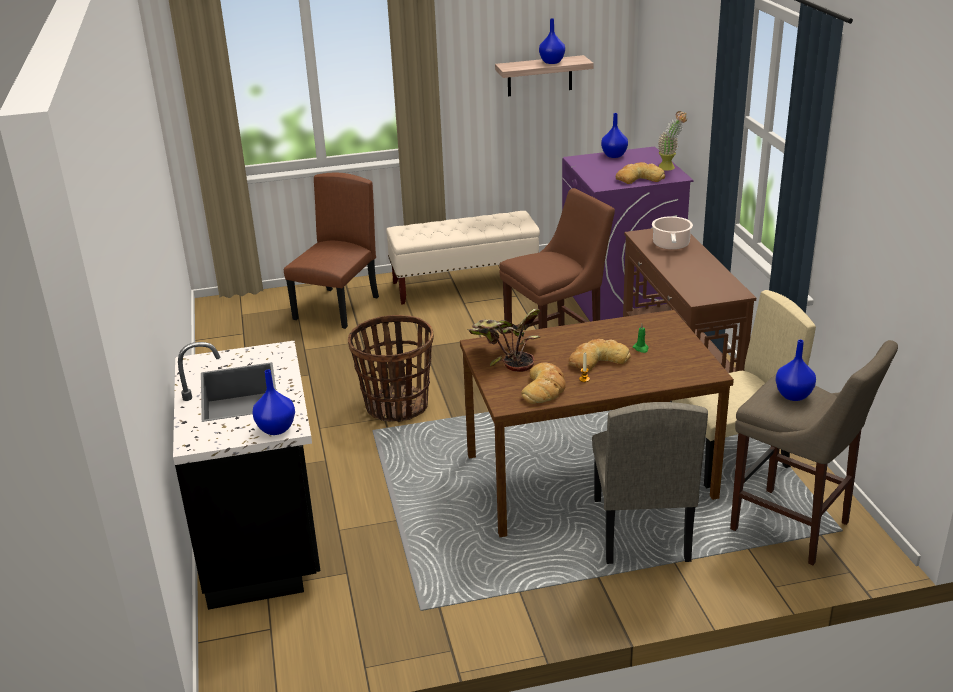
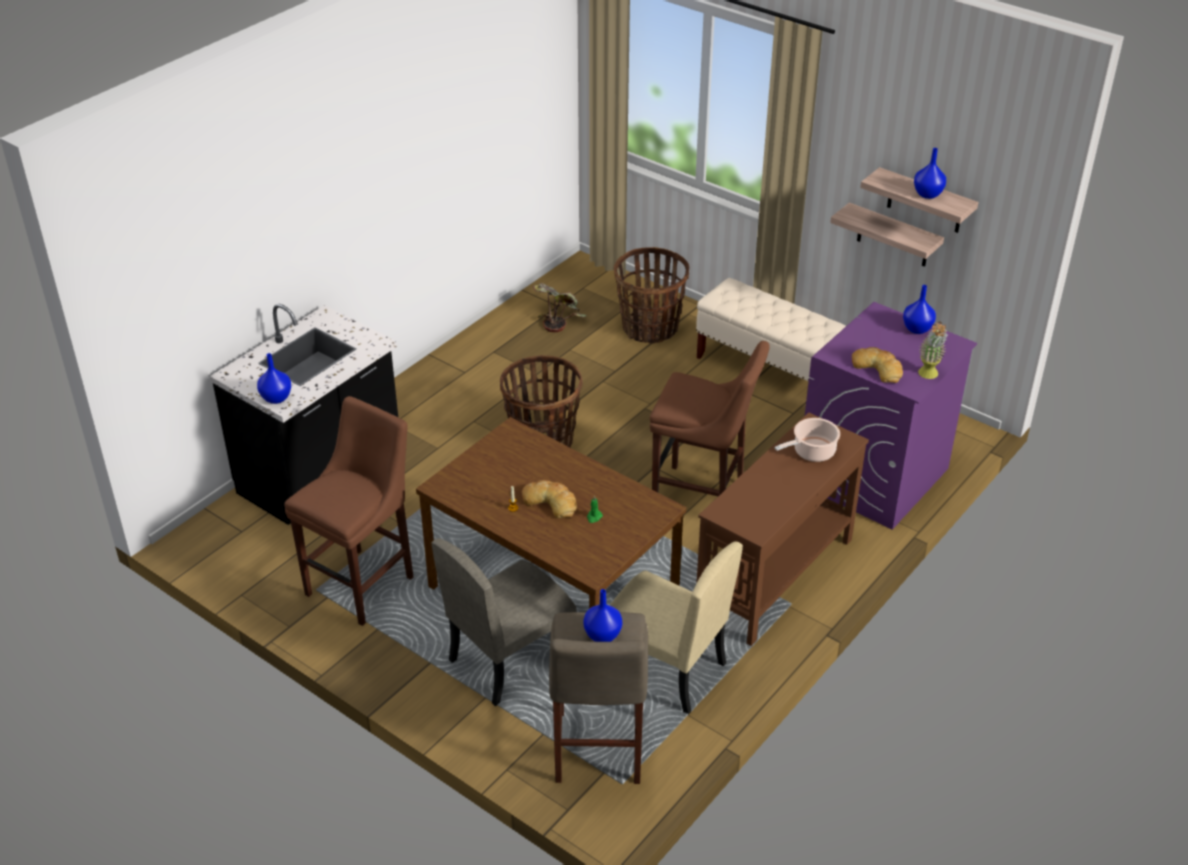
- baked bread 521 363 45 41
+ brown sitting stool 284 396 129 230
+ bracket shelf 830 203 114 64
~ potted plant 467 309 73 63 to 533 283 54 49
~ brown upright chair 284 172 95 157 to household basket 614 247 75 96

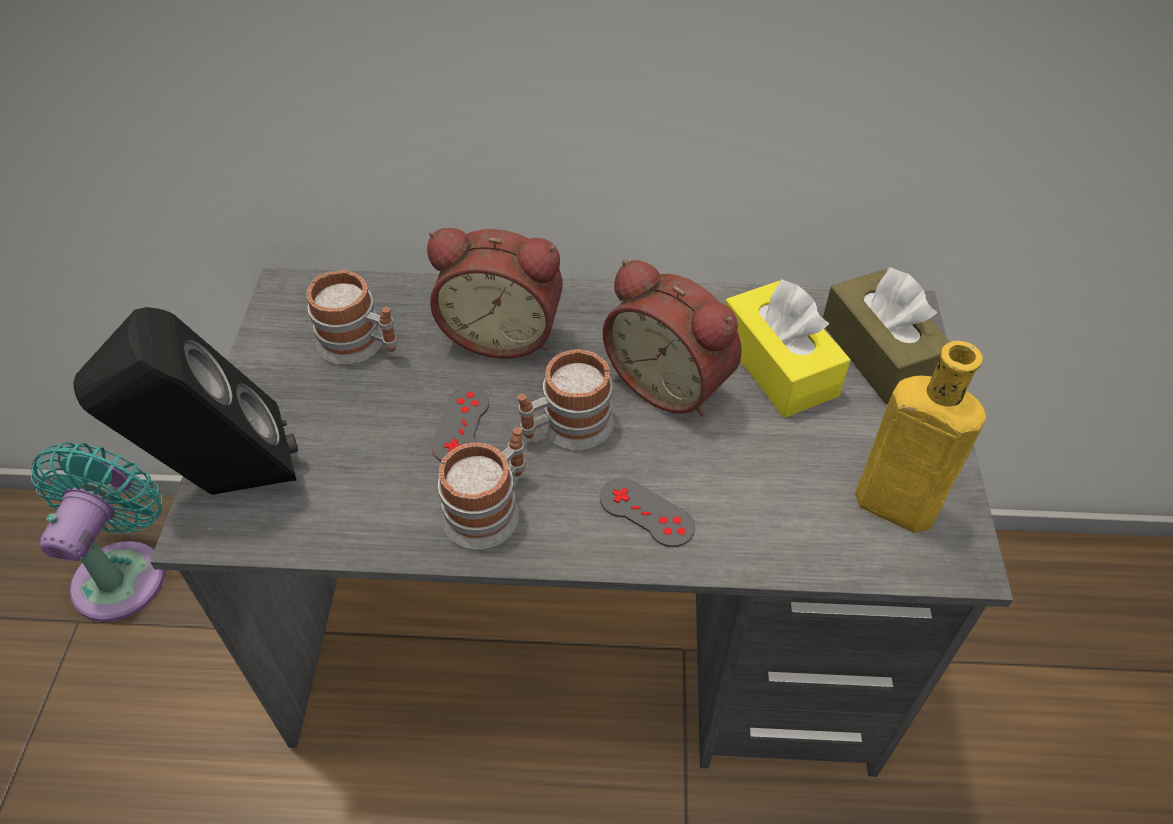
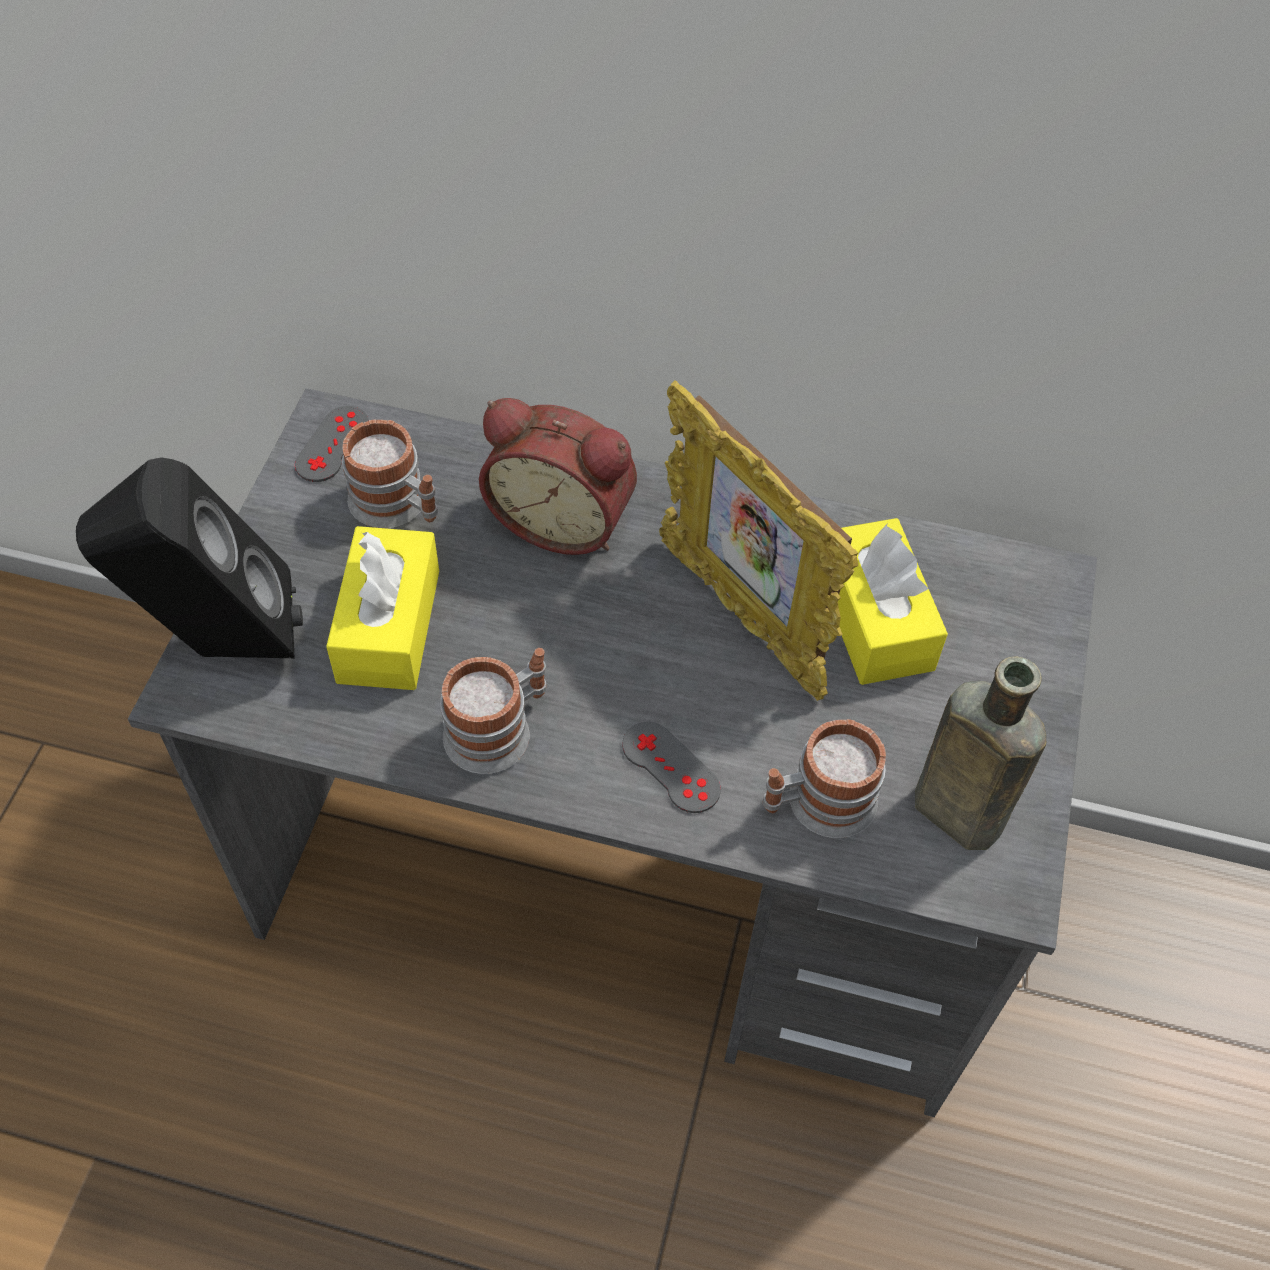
- turquoise-coloured electric fan 31 442 134 180
- brown box of tissues 823 266 127 138
+ yellow-coloured box of tissues 326 526 113 164
~ grey joypad 432 387 57 74 to 295 406 74 76
~ coffee mug 518 349 96 101 to 762 719 124 119
~ alarm clock 603 259 139 157 to photo frame 659 381 199 320
~ yellow-coloured bottle 855 341 131 192 to brown bottle 915 657 131 193

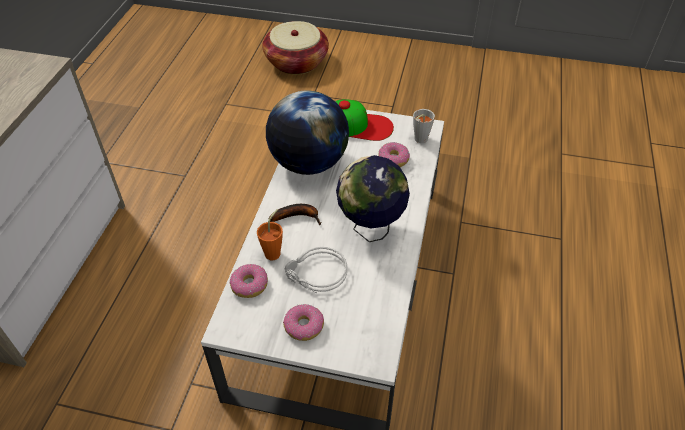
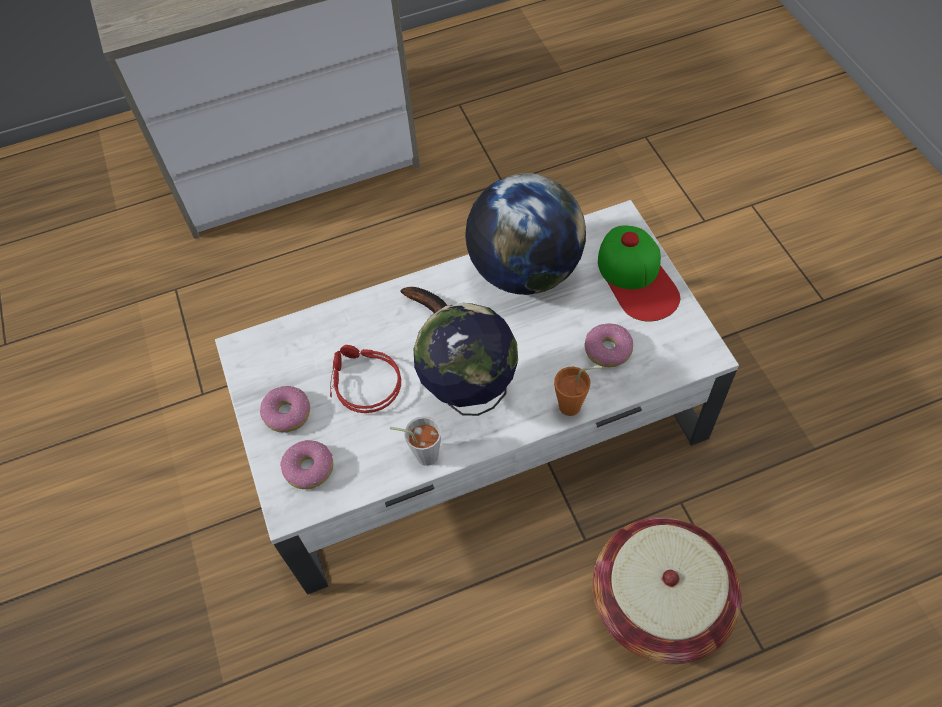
~ doughnut 230 264 38 34 to 280 440 53 49
~ orange small cup 257 209 26 51 to 554 366 48 50
~ household basket 262 21 67 54 to 592 517 150 147
~ grey small cup 413 109 22 34 to 390 416 51 50
~ grey pair of headphones 285 247 62 46 to reddish pair of headphones 330 345 71 68

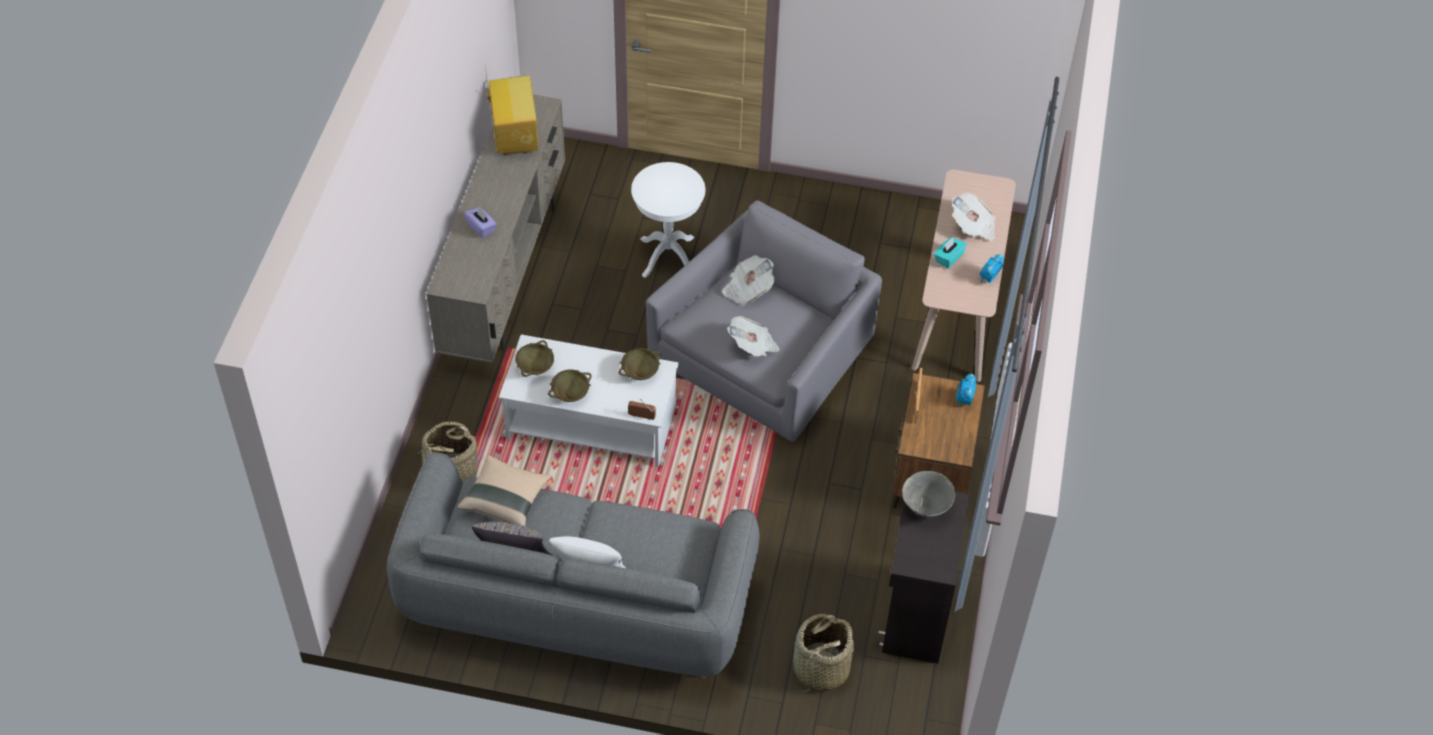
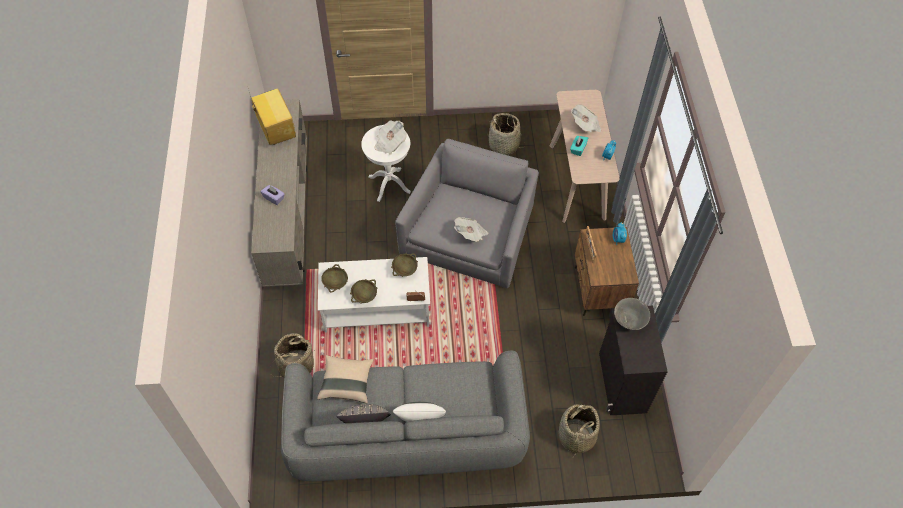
+ household basket 487 113 34 42
~ daily paper 722 255 53 51 to 374 120 33 35

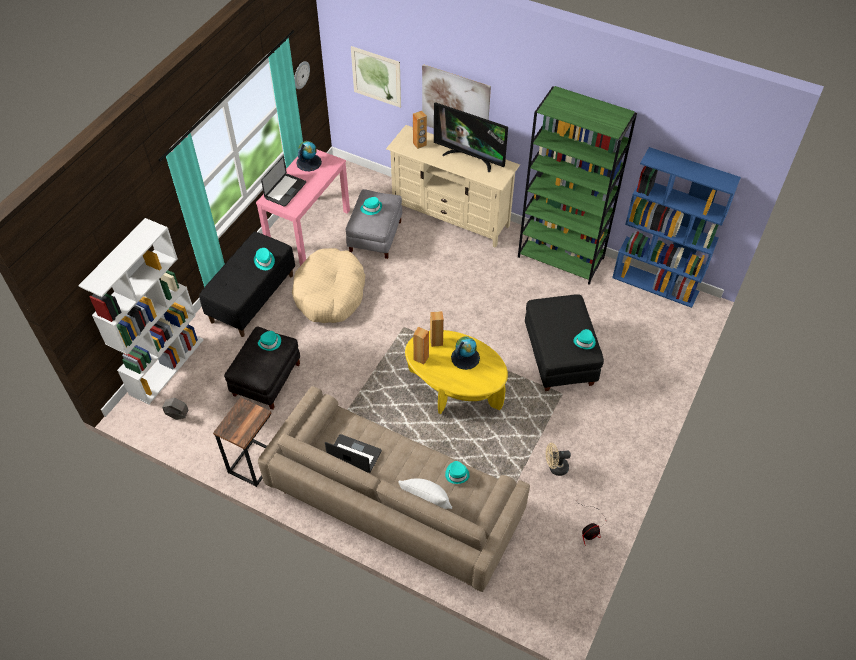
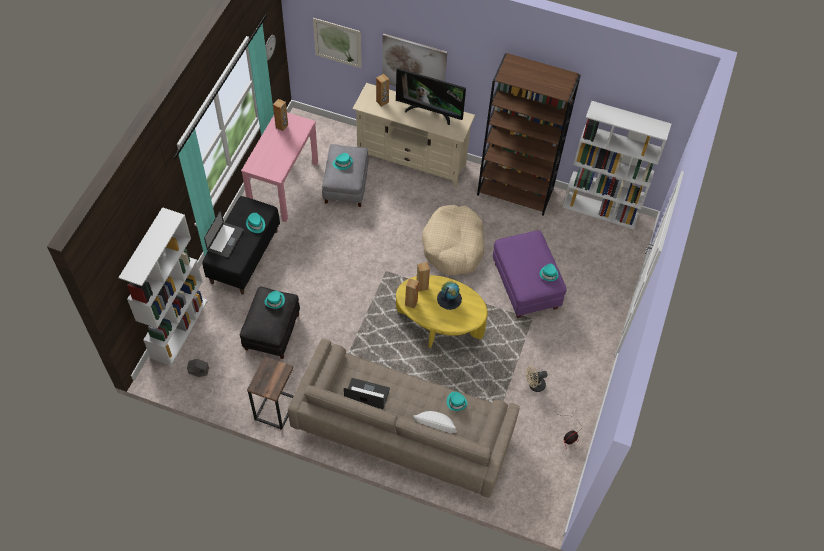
~ portable computer 261 156 45 51 to 204 210 40 48
~ sand-coloured dog cushion 292 248 73 75 to 422 205 62 70
~ world globe 296 141 26 30 to brown loudspeaker 273 99 15 32
~ greenish bookcase 518 86 119 199 to brown bookcase 477 53 104 163
~ blackish pouffe 525 294 79 97 to purple pouffe 492 230 75 88
~ blue-coloured bookcase 612 147 129 161 to white-coloured bookcase 562 101 109 128

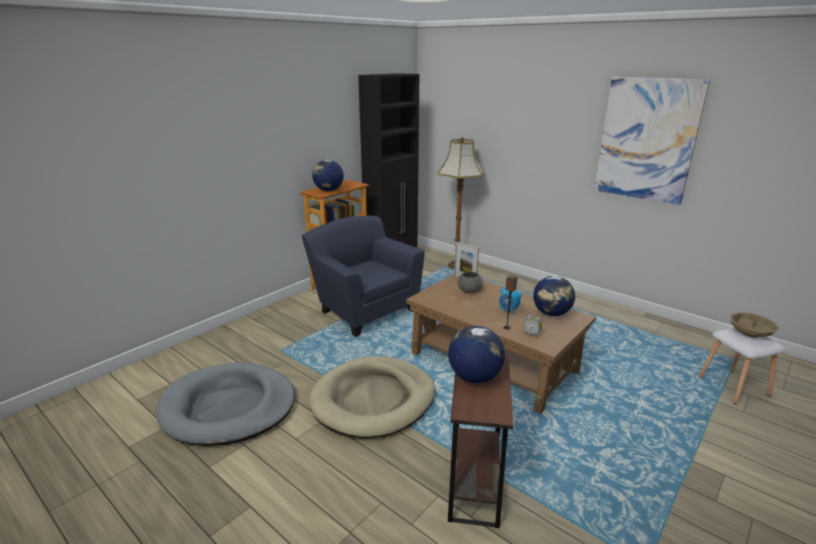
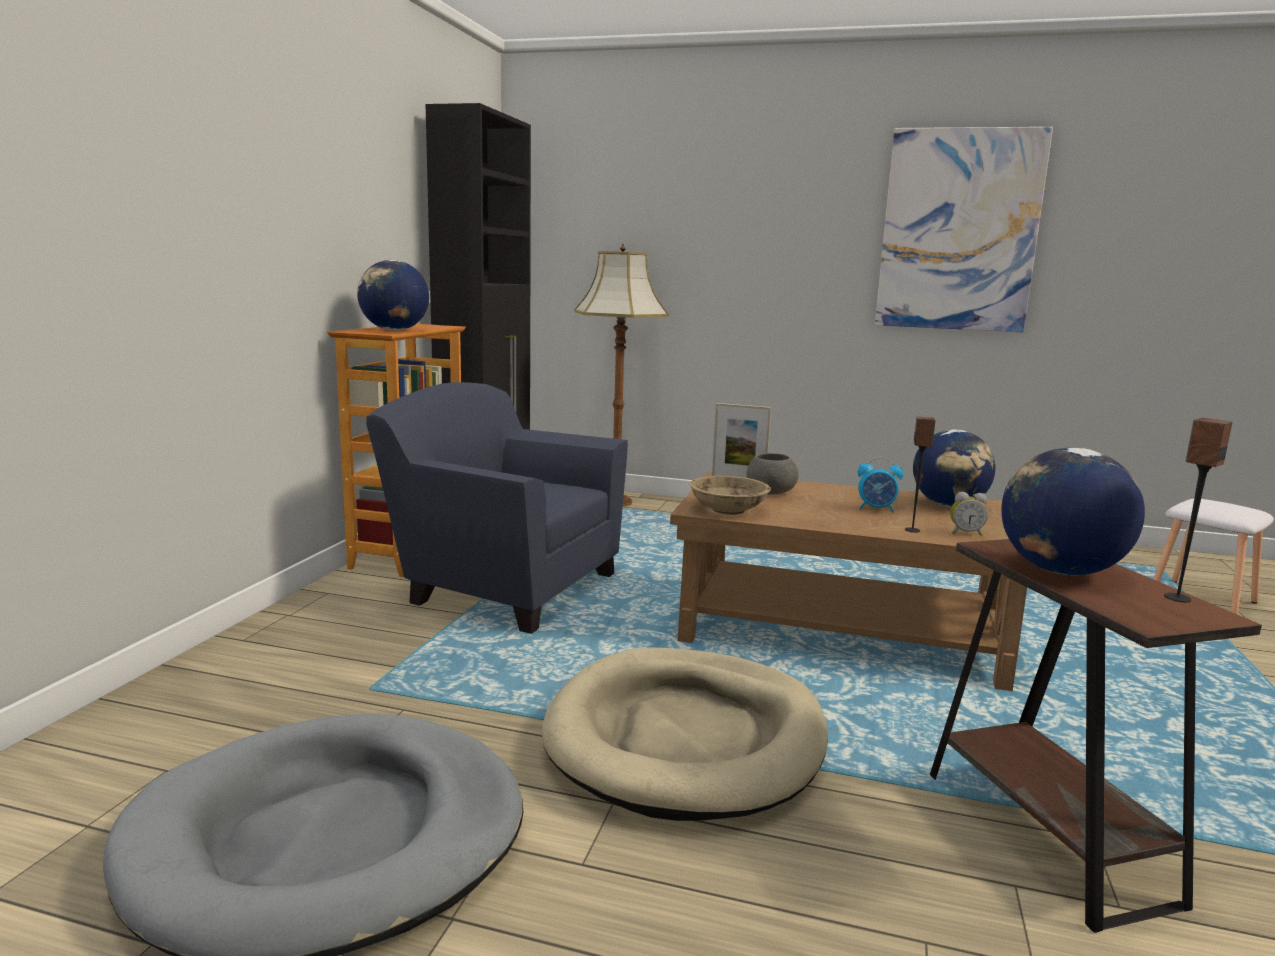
+ loudspeaker 1164 418 68 185
~ sand-coloured bowl 730 312 49 26 to 689 476 82 39

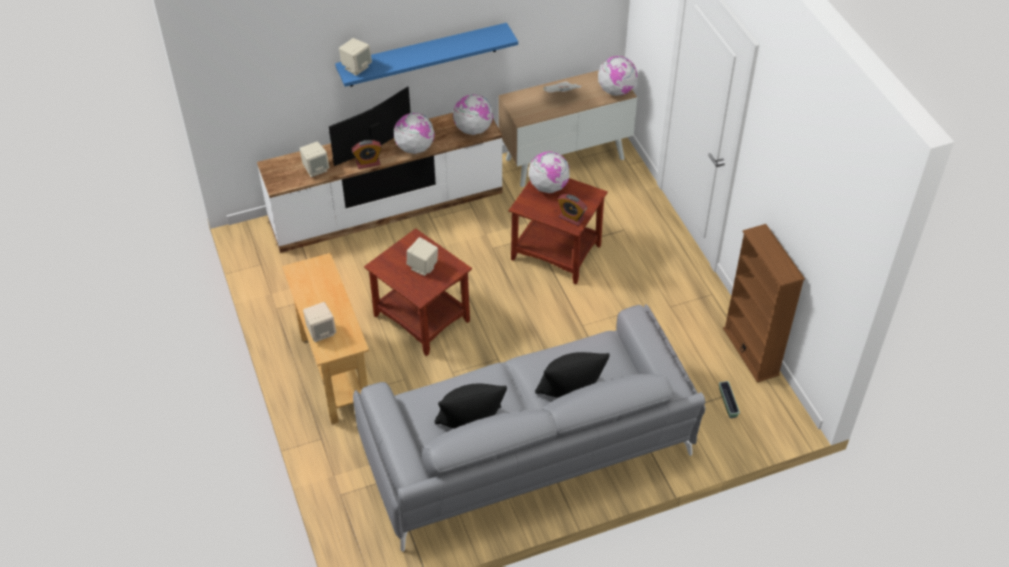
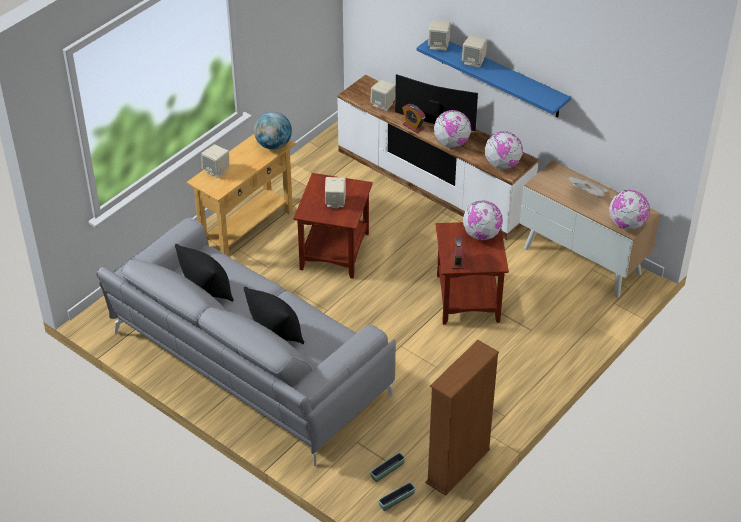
+ world globe 254 112 38 38
+ plant pot 378 482 38 29
+ sand-coloured loudspeaker 462 35 25 33

